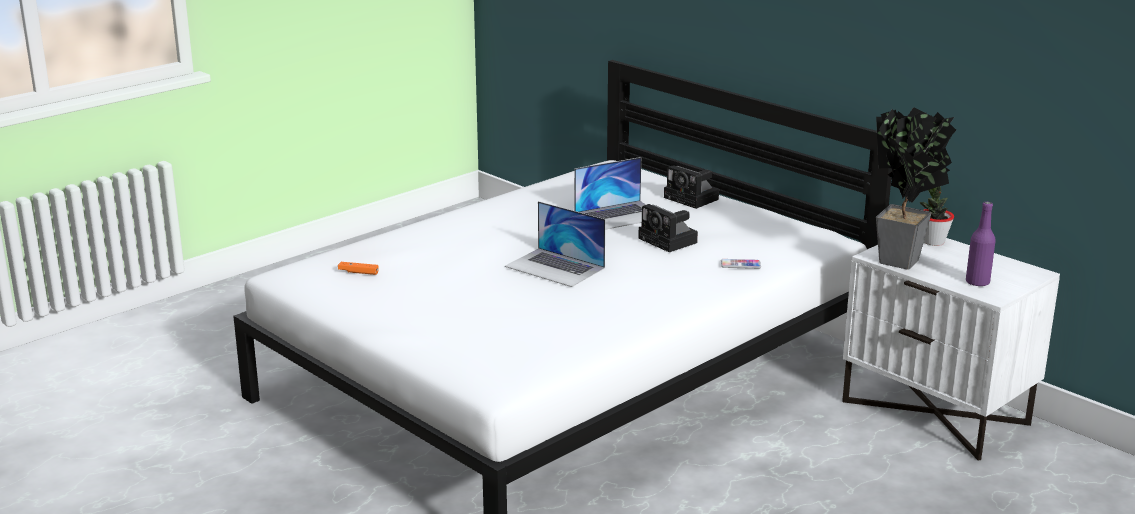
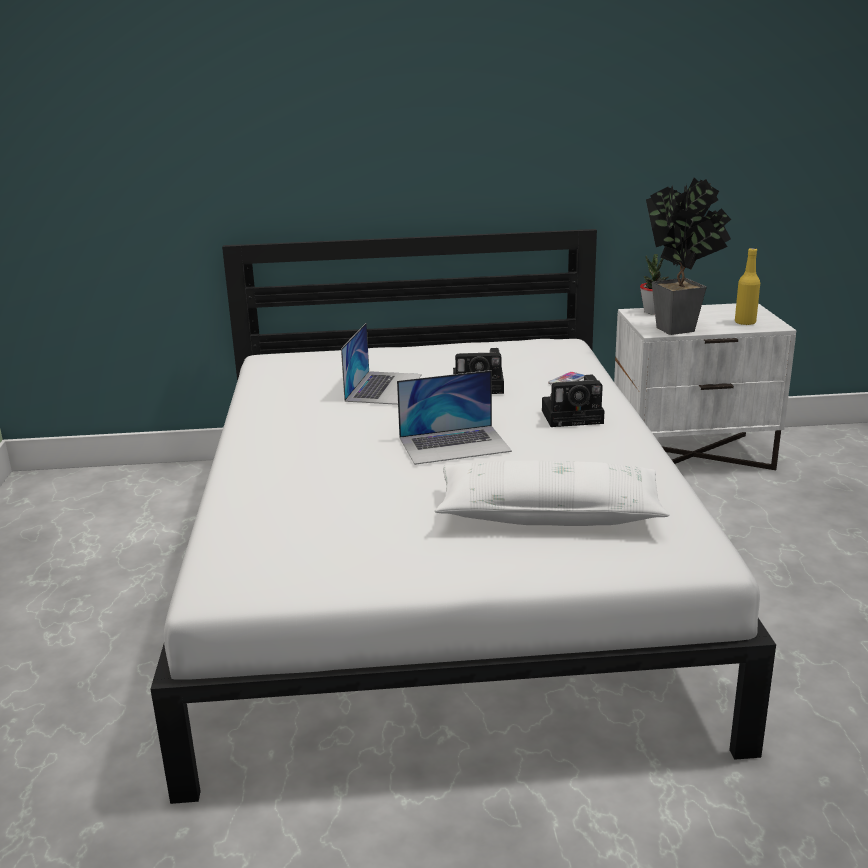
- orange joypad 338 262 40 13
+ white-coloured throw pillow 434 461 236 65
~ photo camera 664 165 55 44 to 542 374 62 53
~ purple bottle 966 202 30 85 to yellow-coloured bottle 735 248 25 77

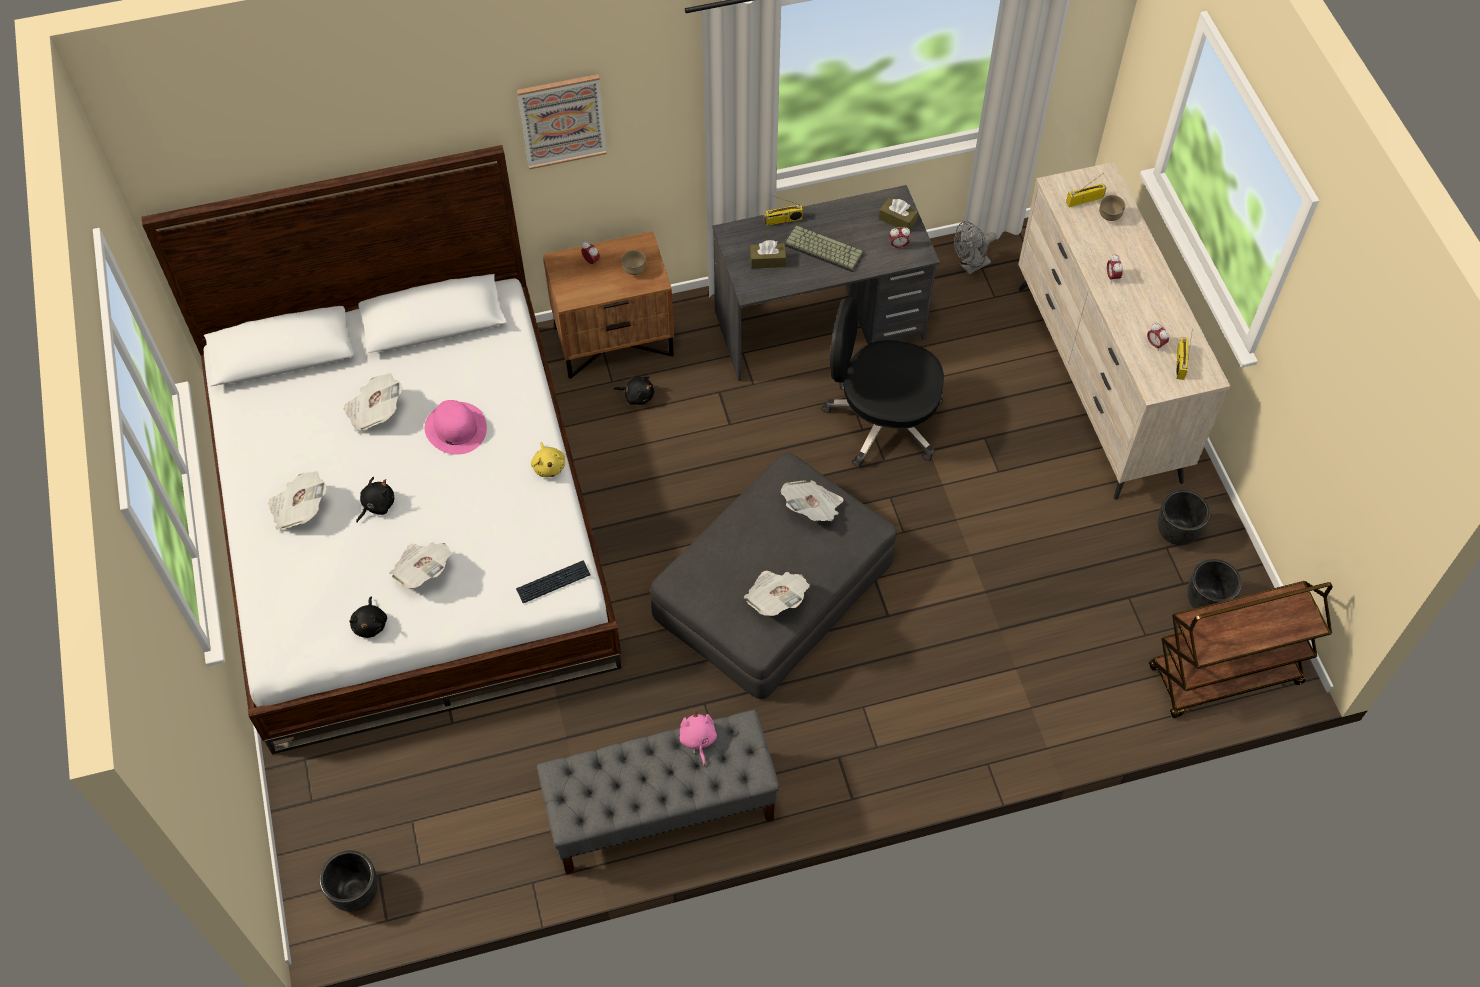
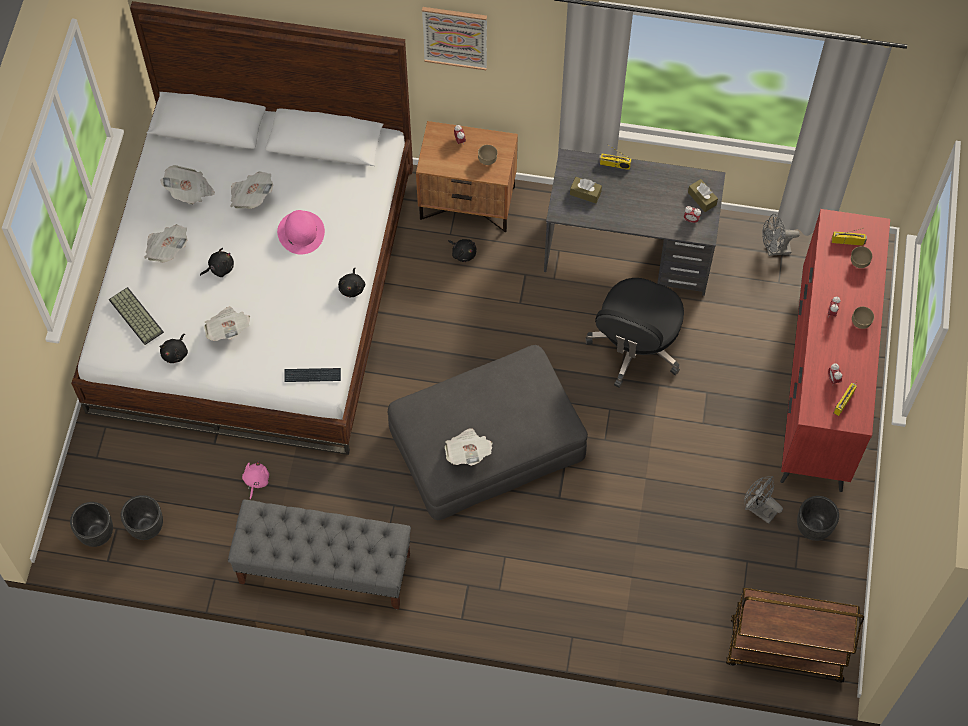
+ grey electric fan 744 476 39 48
+ brown bowl 852 307 22 22
~ pinkish plush toy 679 710 38 56 to 242 460 27 40
~ daily paper 781 480 63 41 to 160 165 55 39
~ PC keyboard 784 225 81 47 to 109 287 55 58
~ blackish plant pot 1187 559 55 49 to 121 495 42 45
~ yellow-coloured plush toy 531 442 34 35 to blackish plush toy 338 268 27 29
~ sand-coloured drawer chest 1018 162 212 338 to reddish drawer chest 780 209 110 283
~ blackish office chair 821 297 123 170 = 586 278 98 110 105 degrees counterclockwise

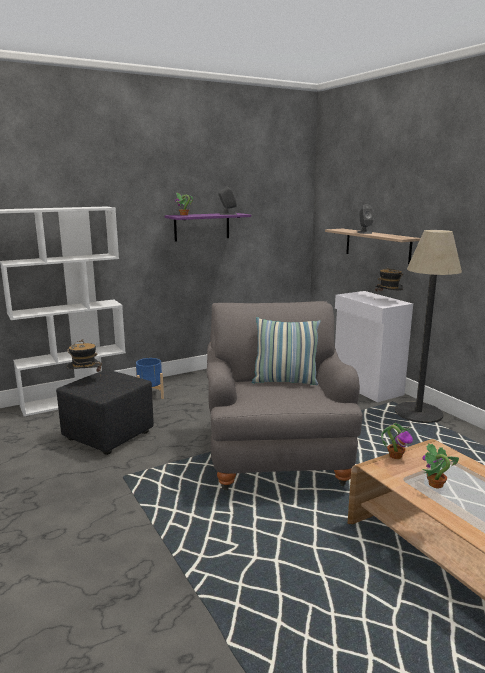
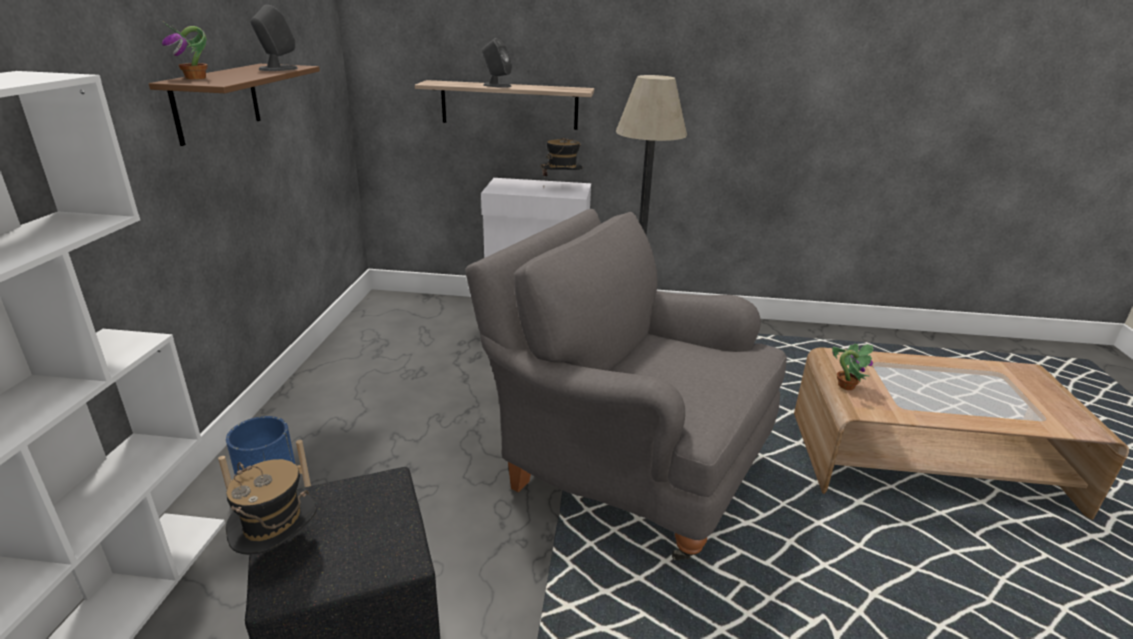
- throw pillow 252 317 68 68
- potted plant 422 443 37 45
~ purple bracket shelf 165 213 86 29 to brown bracket shelf 149 64 171 82

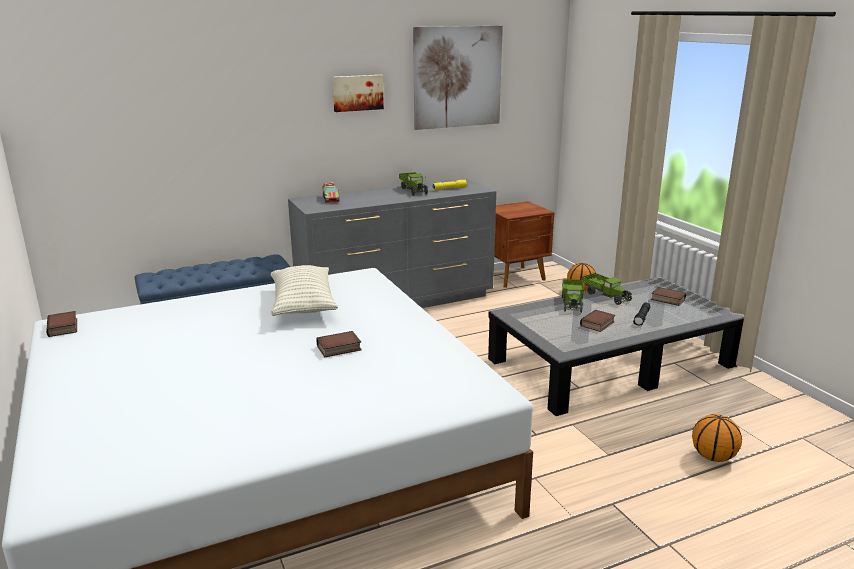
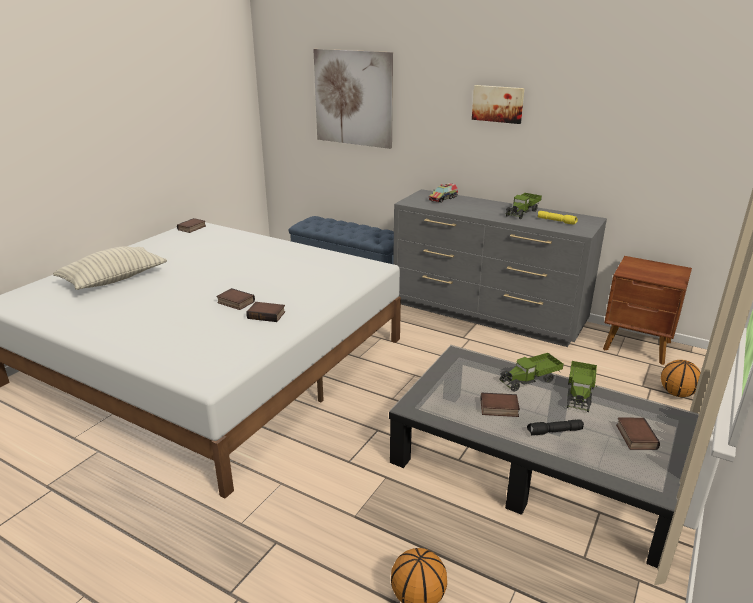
+ volume 246 302 39 20
~ throw pillow 271 265 67 51 to 53 246 114 44
~ wall art 413 26 90 104 to 313 49 80 100

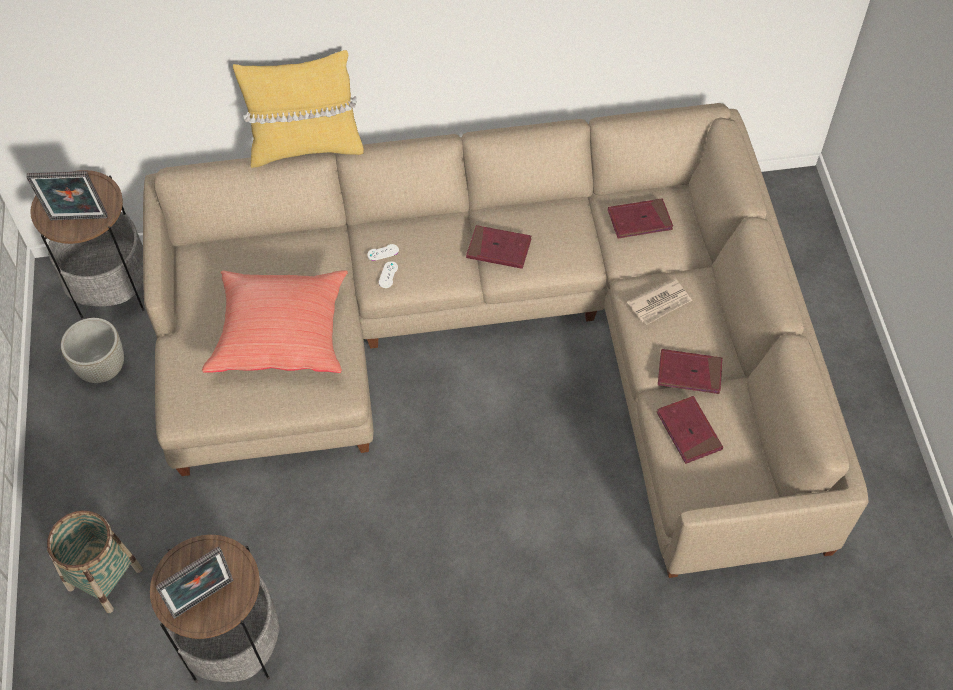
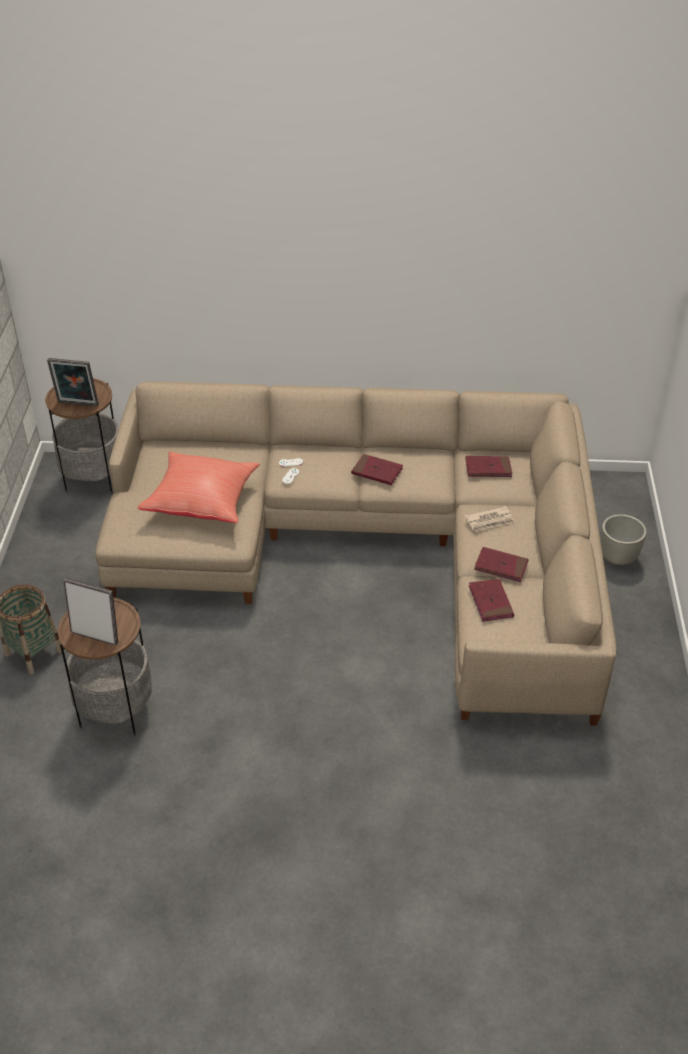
- yellow-coloured throw pillow 233 50 131 118
~ grey plant pot 61 318 63 65 to 600 514 47 52
~ photo frame 155 547 78 72 = 64 578 54 67 135 degrees counterclockwise

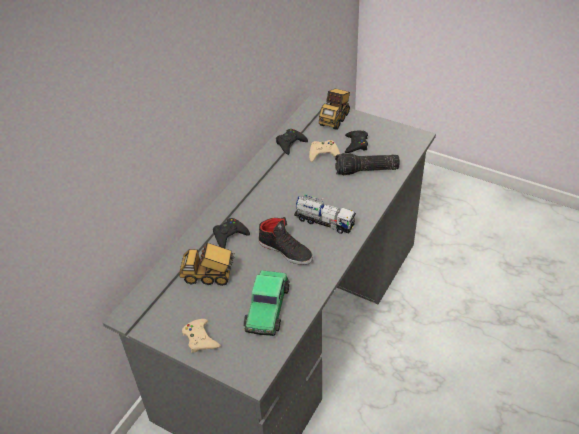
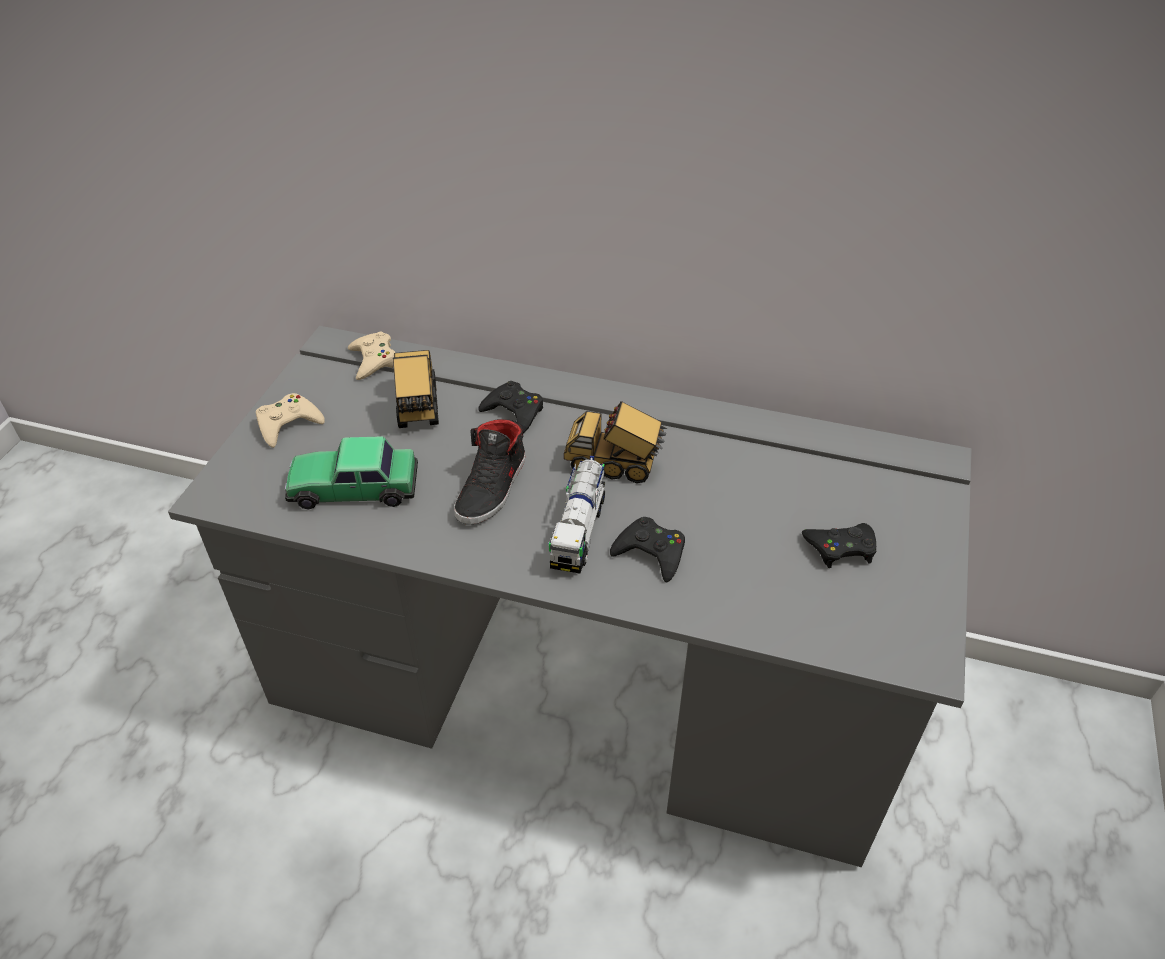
- hand torch 335 153 65 22
~ blackish joypad 276 129 32 26 to 610 517 75 65
~ sand-coloured joypad 309 140 31 22 to 348 332 47 48
~ model truck 319 89 31 41 to 564 401 103 82

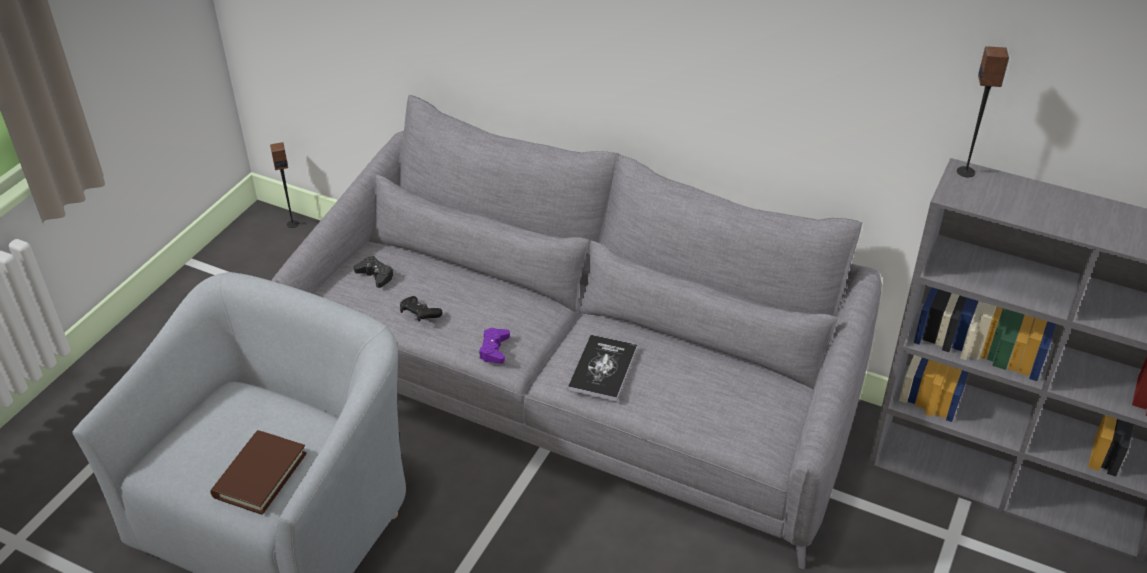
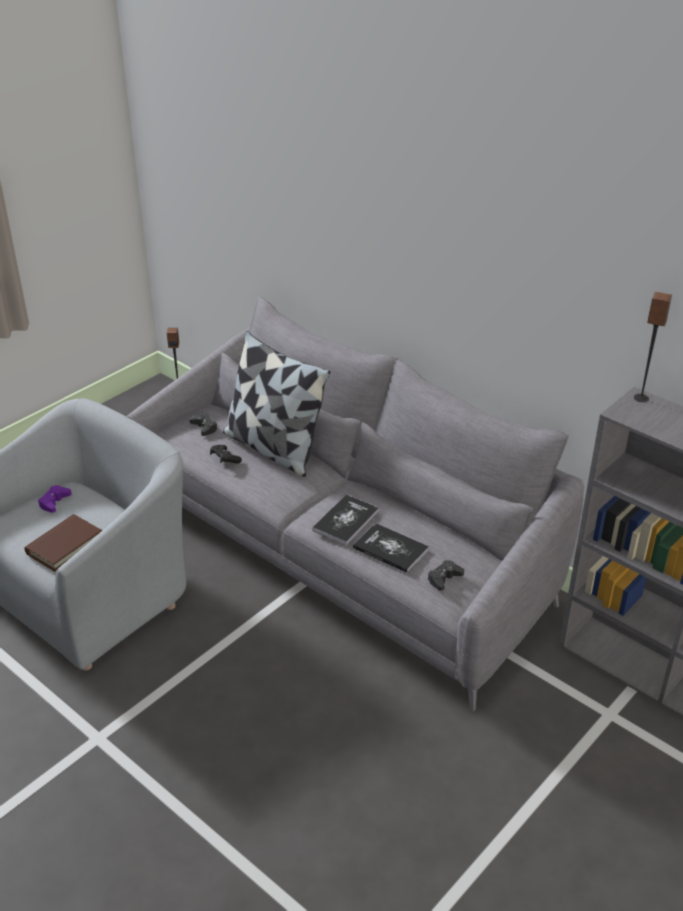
+ throw pillow 223 331 108 146
+ volume 353 523 76 50
+ blackish joypad 428 560 36 31
~ purple joypad 479 328 31 35 to 38 485 34 28

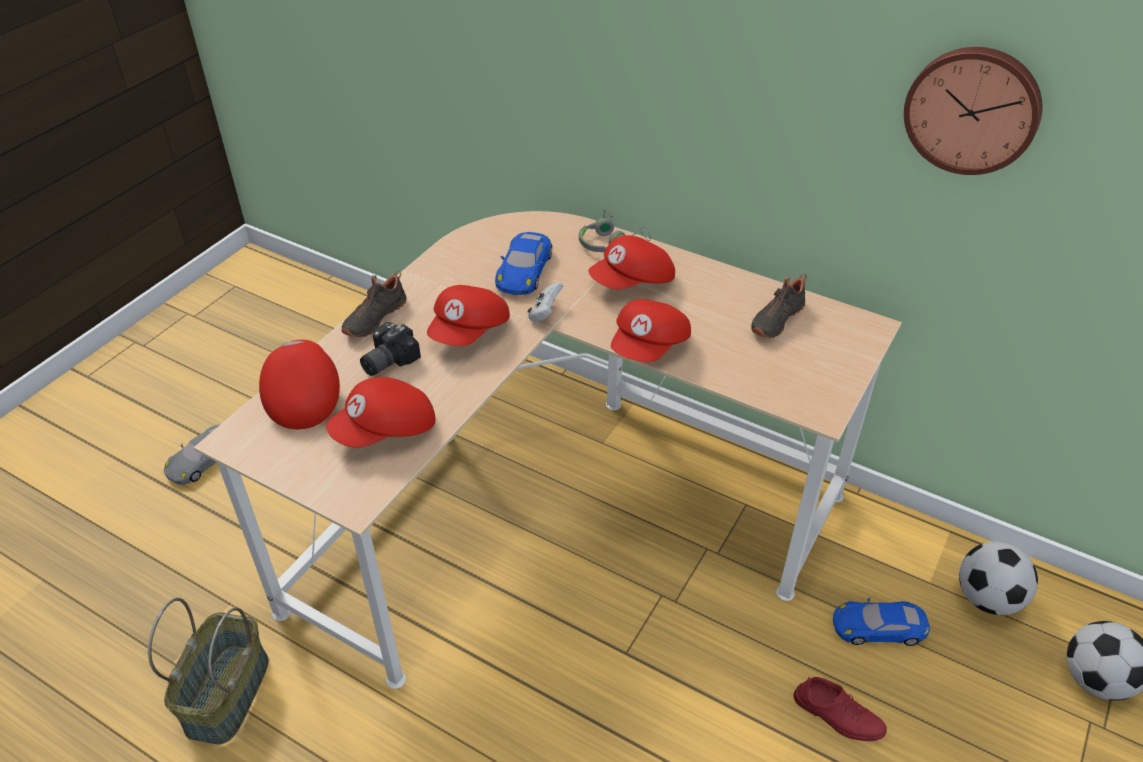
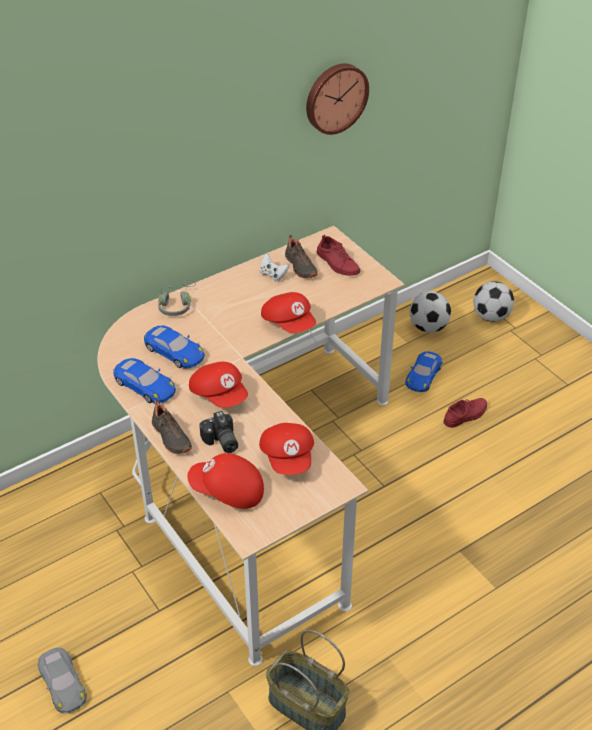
- reddish peaked cap 588 235 87 55
+ blue-coloured model car 113 358 63 46
+ reddish low shoe 317 235 43 41
~ white-coloured joypad 527 282 36 41 to 260 254 29 27

